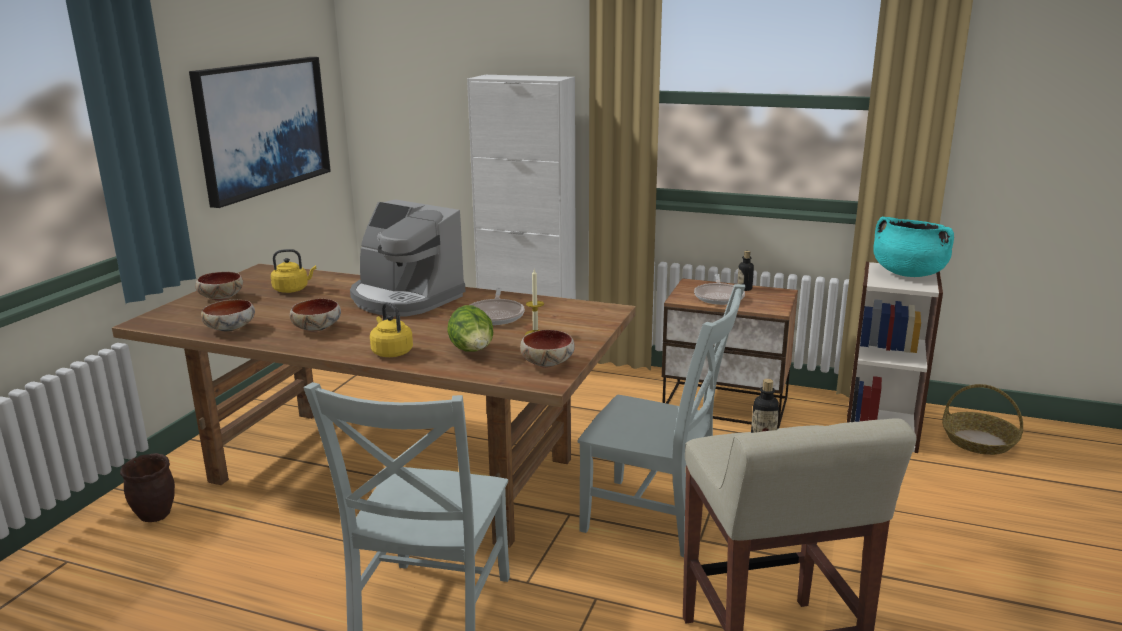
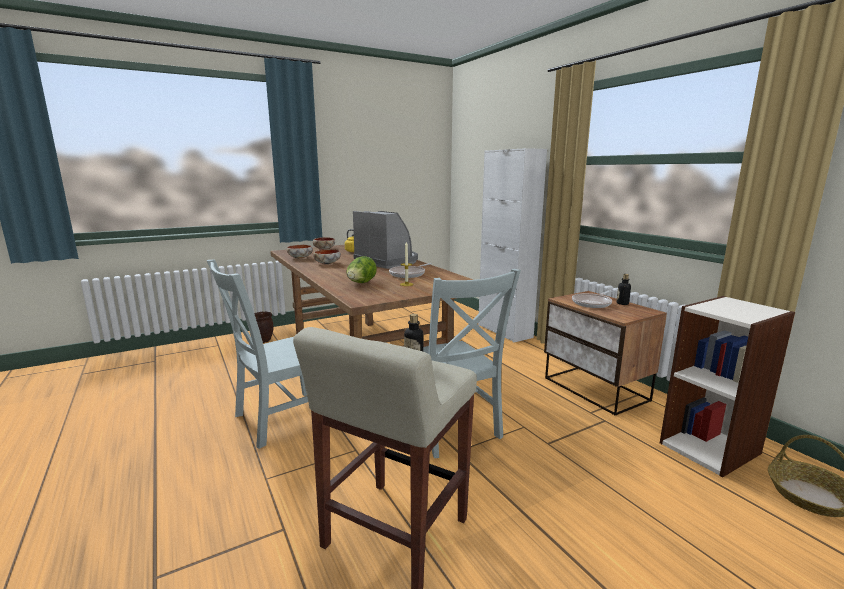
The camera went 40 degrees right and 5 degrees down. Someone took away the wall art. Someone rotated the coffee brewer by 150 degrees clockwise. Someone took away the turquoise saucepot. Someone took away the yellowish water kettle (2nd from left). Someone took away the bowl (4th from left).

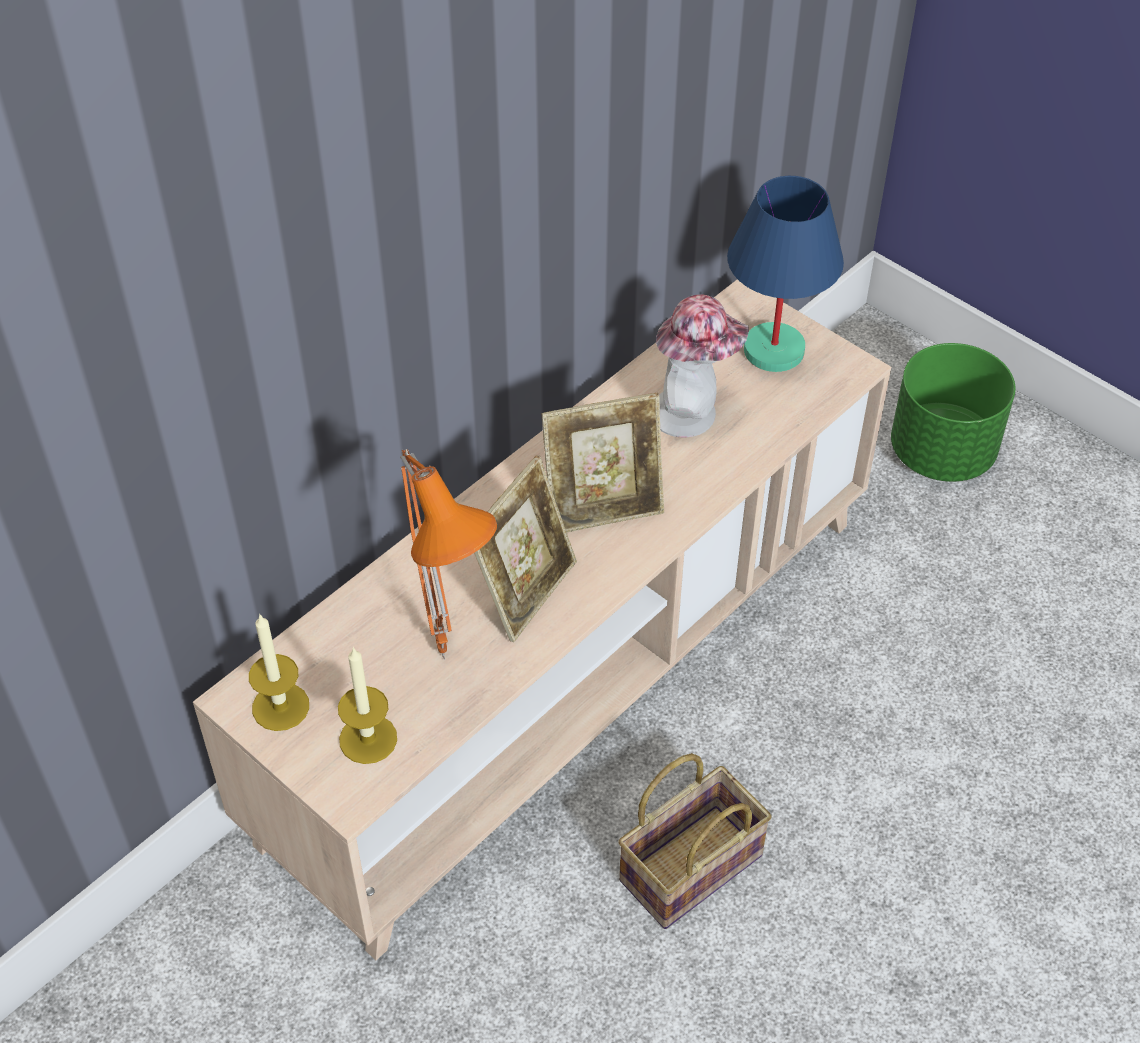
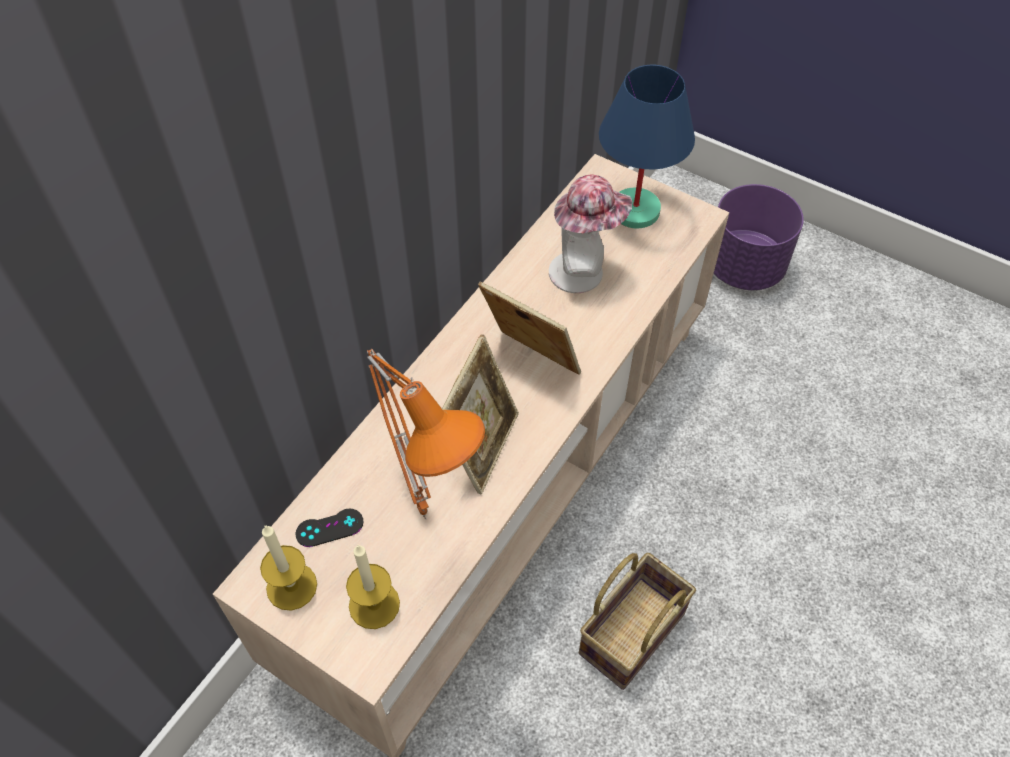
The camera went 10 degrees left and 5 degrees up. Someone repainted the greenish flower pot, which became the purple flower pot. Someone rotated the standing frame (2nd from left) by 120 degrees counterclockwise. Someone put down the black-coloured game controller.

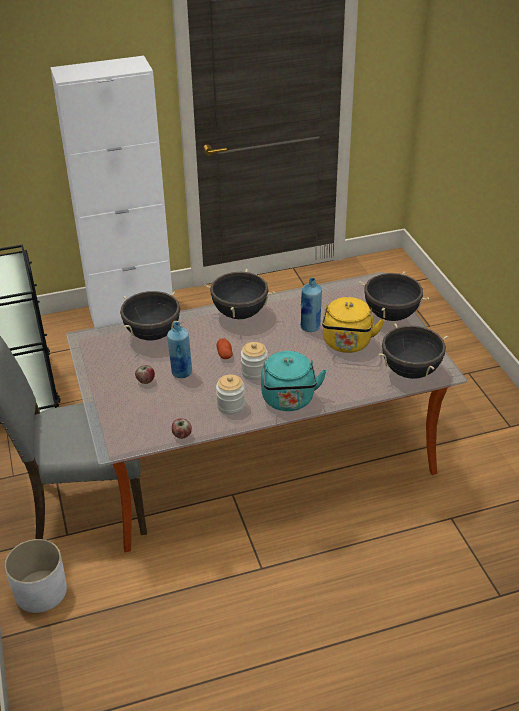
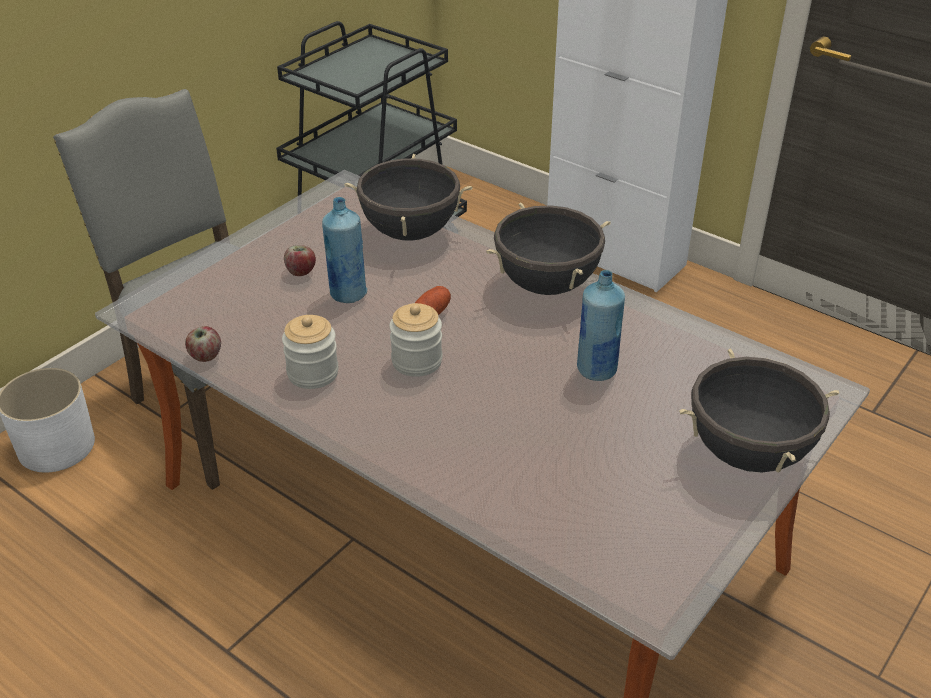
The camera went 55 degrees right and 0 degrees up. Someone took away the yellowish water kettle. Someone took away the black-coloured saucepot (4th from left). Someone took away the turquoise water kettle.

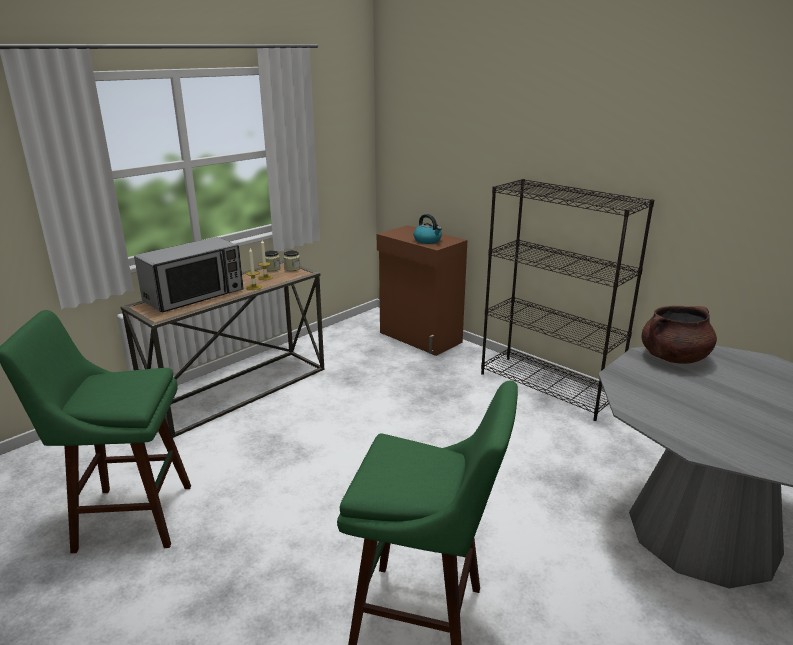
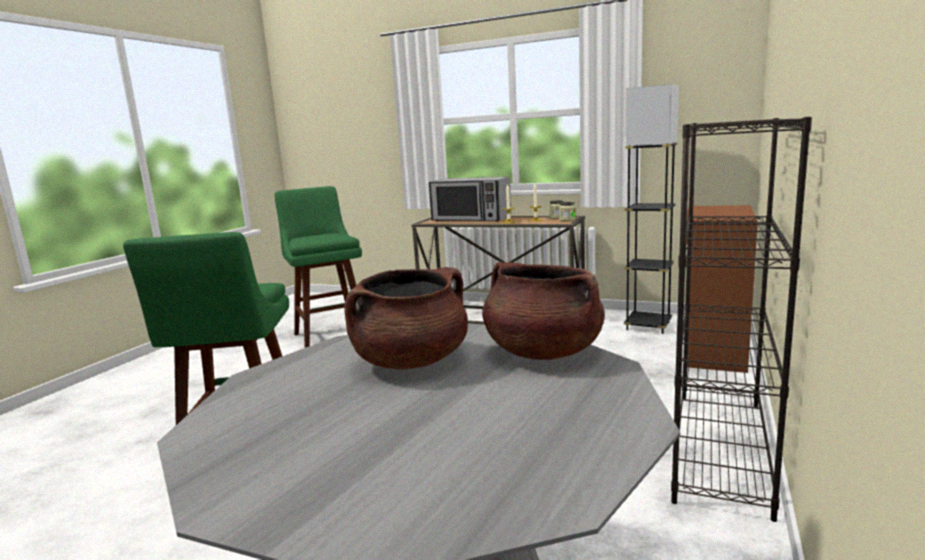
The camera went 70 degrees right and 10 degrees down. Someone took away the water kettle. Someone put down the gray standard lamp. Someone put down the brown-coloured saucepot (1st from left).

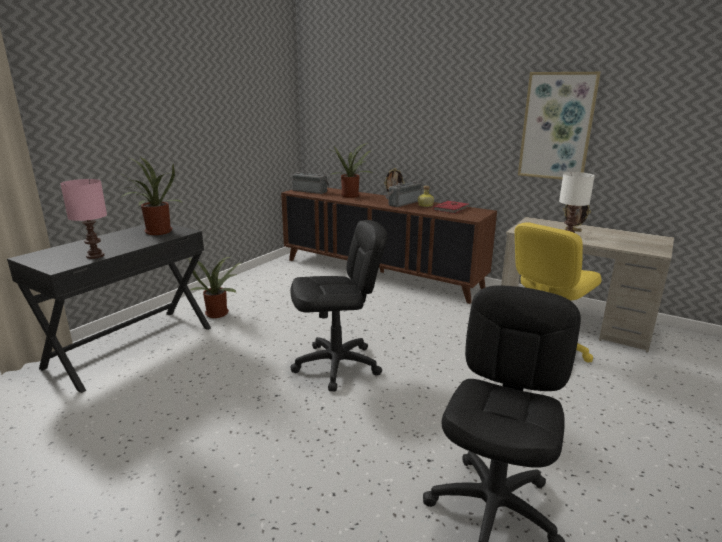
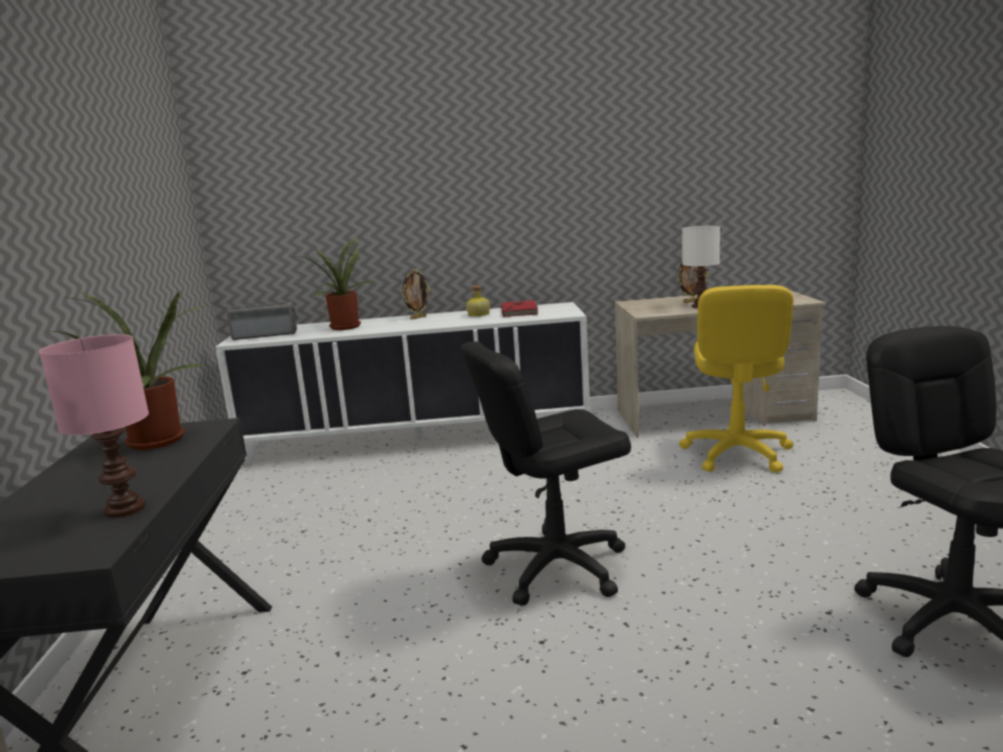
The camera went 35 degrees left and 5 degrees down. Someone took away the wall art. Someone took away the radio (2nd from left). Someone repainted the brown-coloured storage cabinet, which became the white-coloured storage cabinet. Someone rotated the black-coloured desk chair (1st from left) by 150 degrees counterclockwise. Someone took away the houseplant (2nd from left).

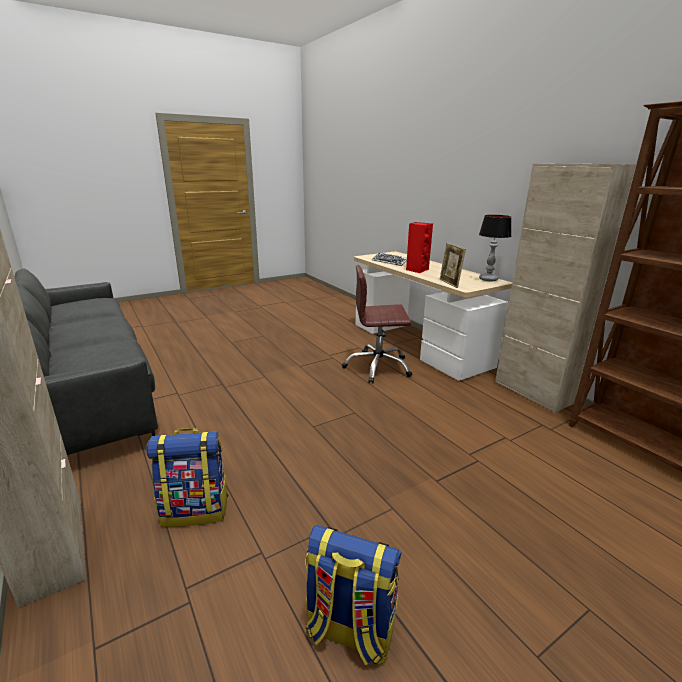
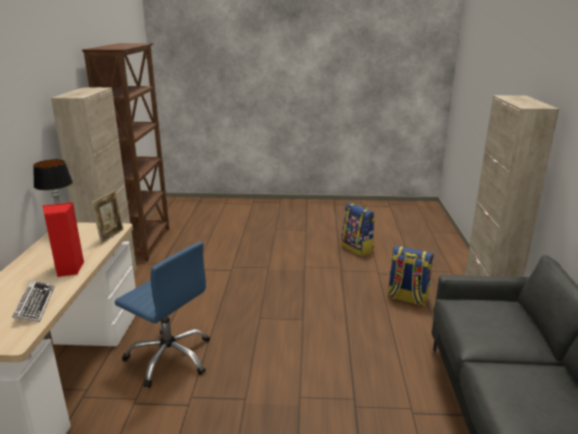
The camera went 145 degrees left and 0 degrees up. Someone repainted the brown-coloured desk chair, which became the blue desk chair.

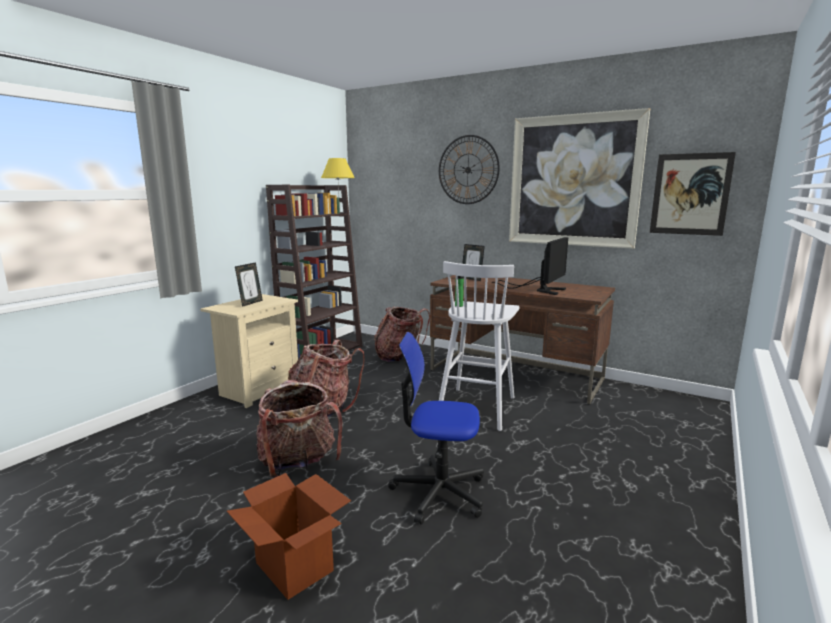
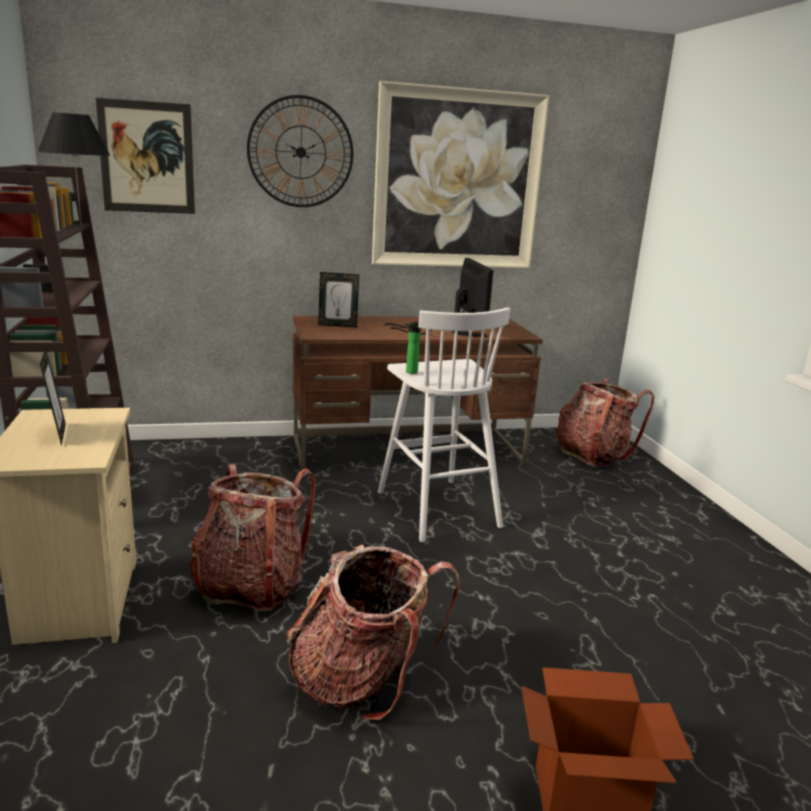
The camera went 45 degrees left and 5 degrees up. Someone carried the wall art (2nd from left in the first image). Someone repainted the yellowish lamp for a table, which became the black-coloured lamp for a table. Someone carried the backpack (3rd from left). Someone took away the desk chair.

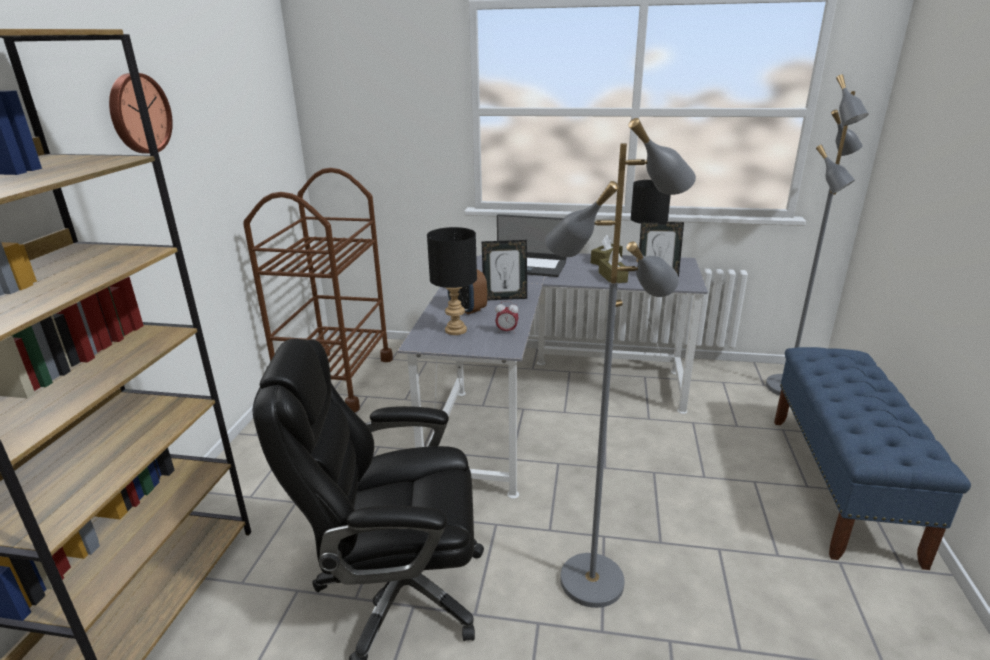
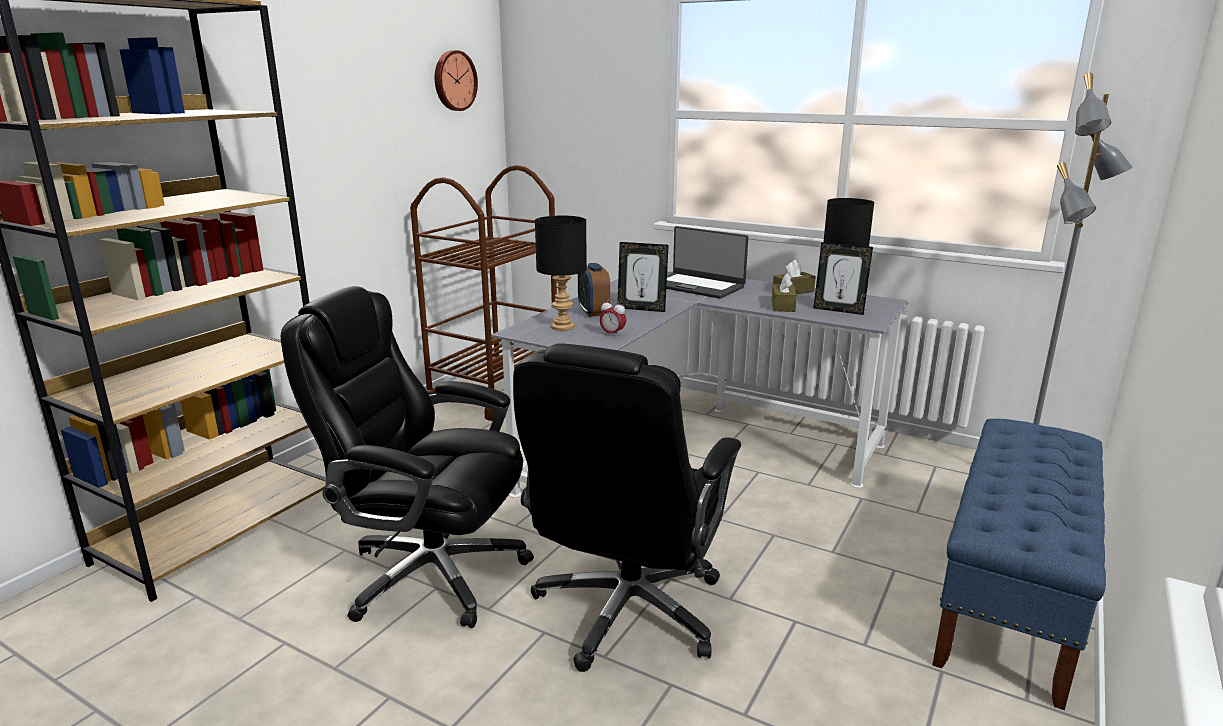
The camera went 20 degrees right and 5 degrees down. Someone carried the wall clock. Someone swapped the gray standard lamp (1st from left) for the black-coloured desk chair (2nd from left).

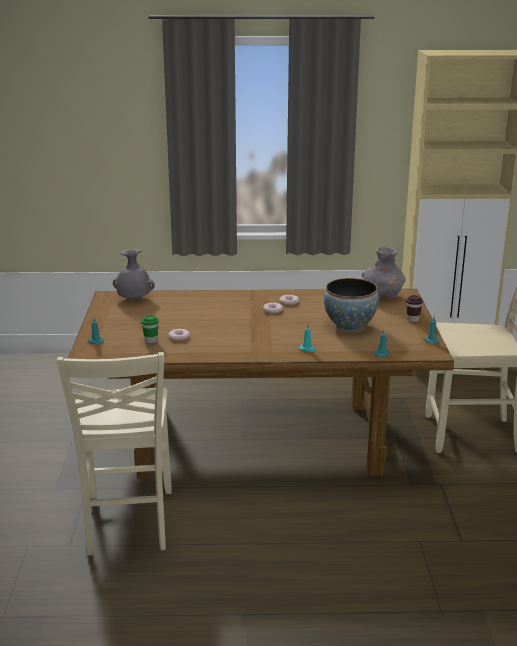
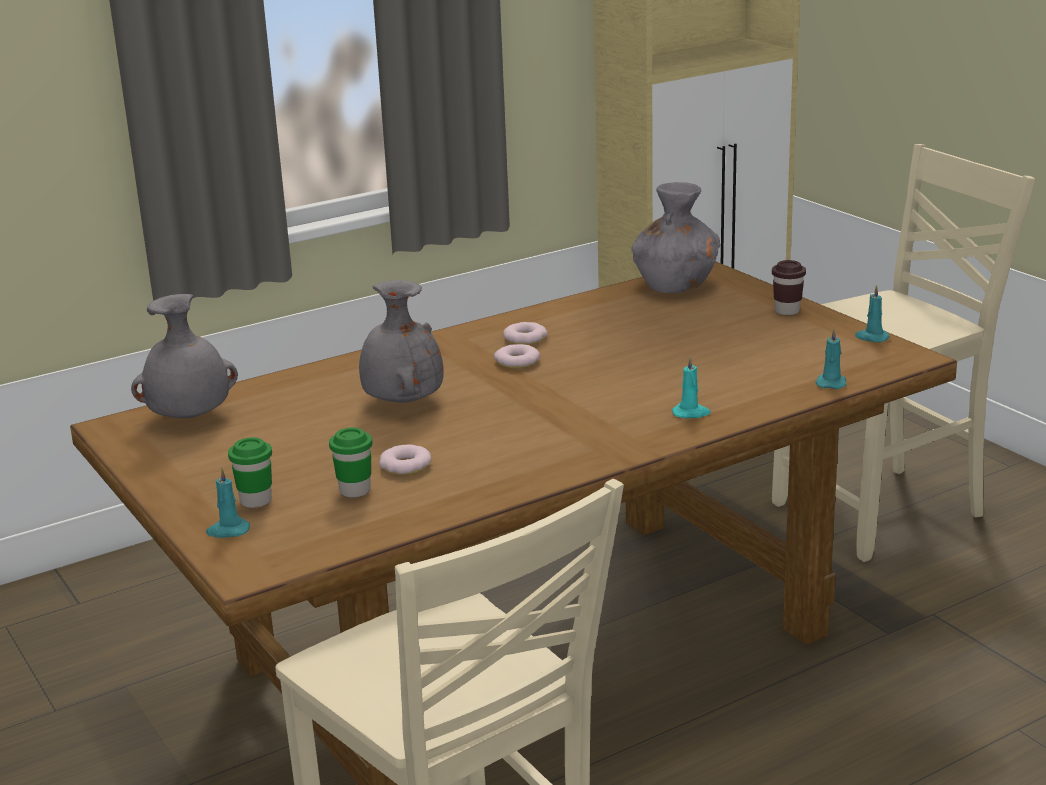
The camera went 30 degrees left and 0 degrees up. Someone took away the bowl. Someone put down the gray vase (2nd from left). Someone put down the greenish drinking cup (1st from left).

